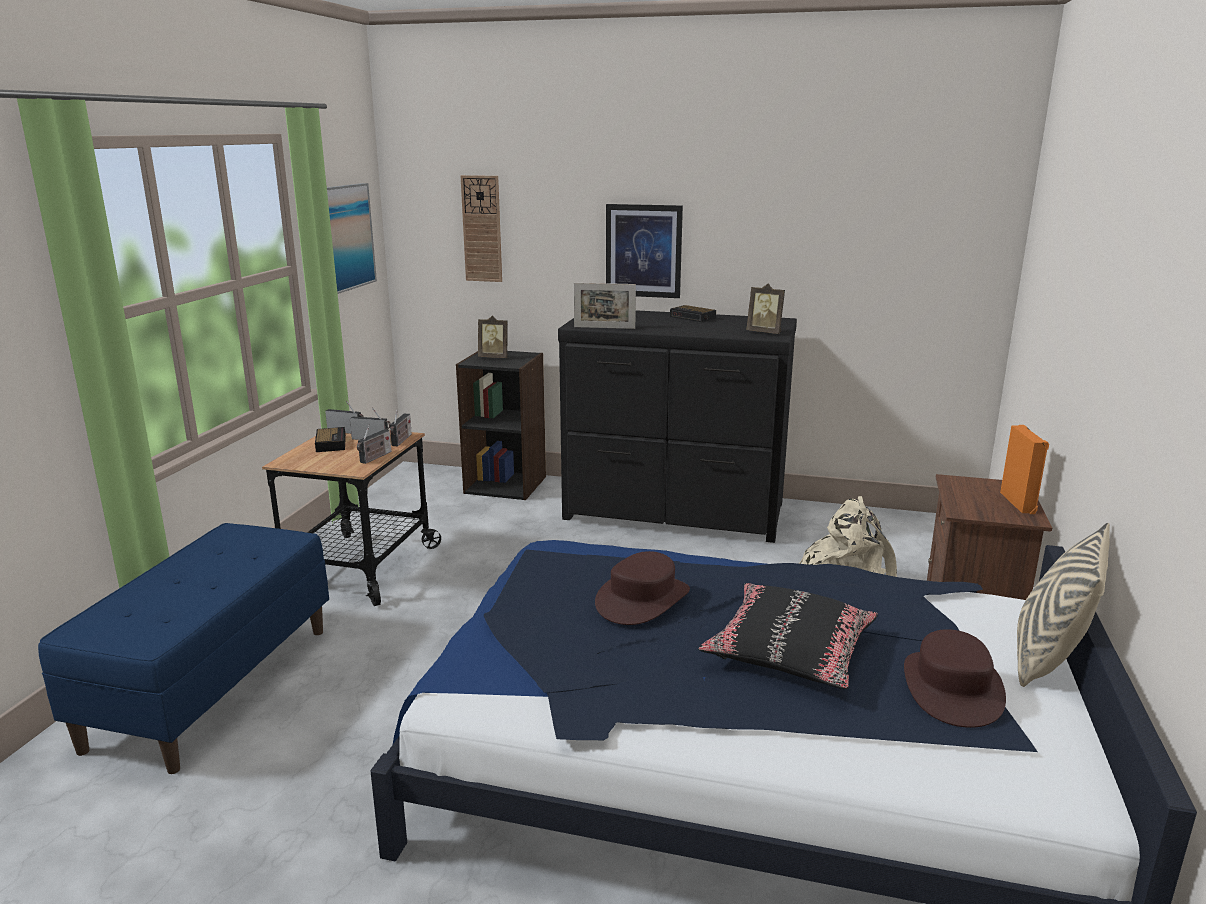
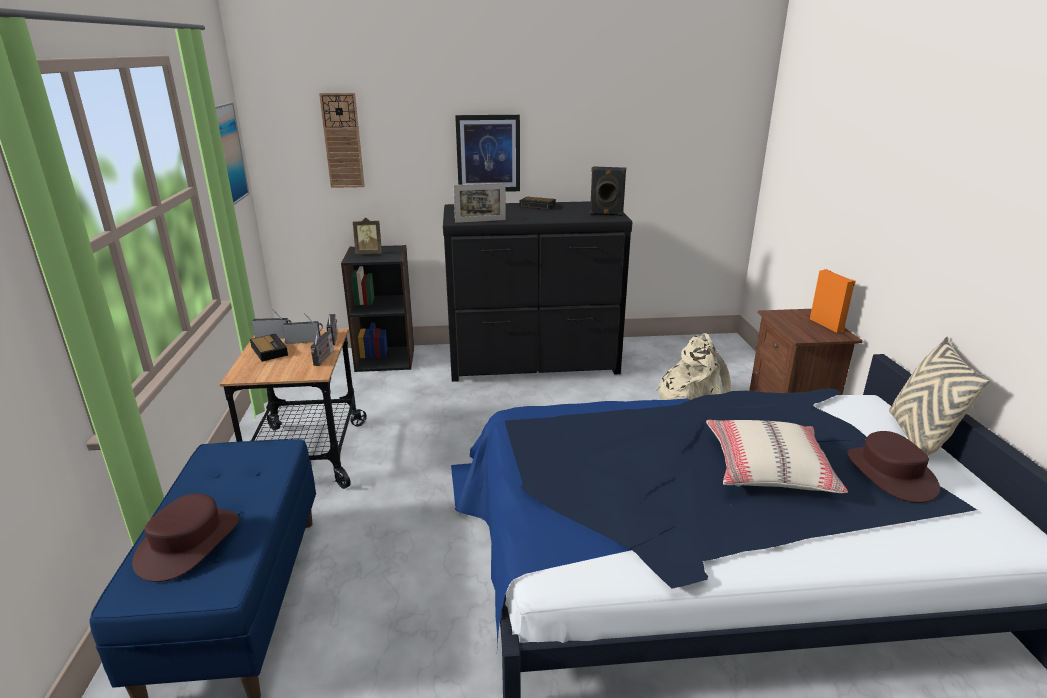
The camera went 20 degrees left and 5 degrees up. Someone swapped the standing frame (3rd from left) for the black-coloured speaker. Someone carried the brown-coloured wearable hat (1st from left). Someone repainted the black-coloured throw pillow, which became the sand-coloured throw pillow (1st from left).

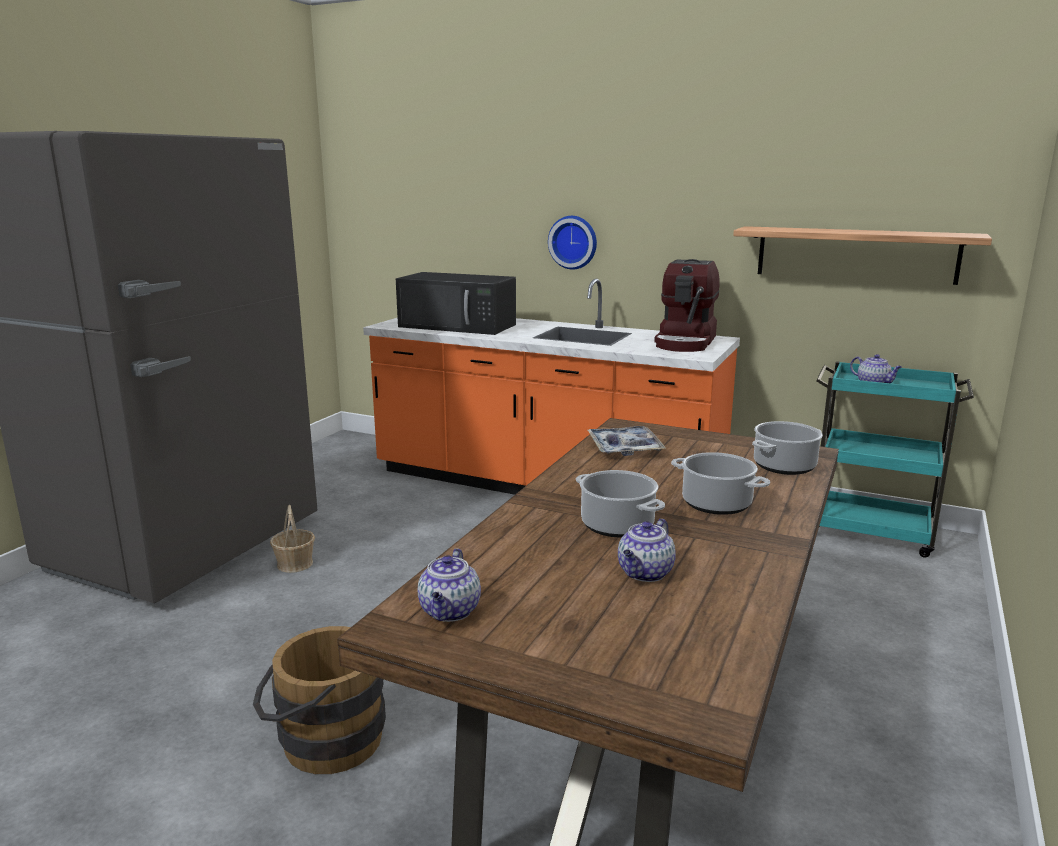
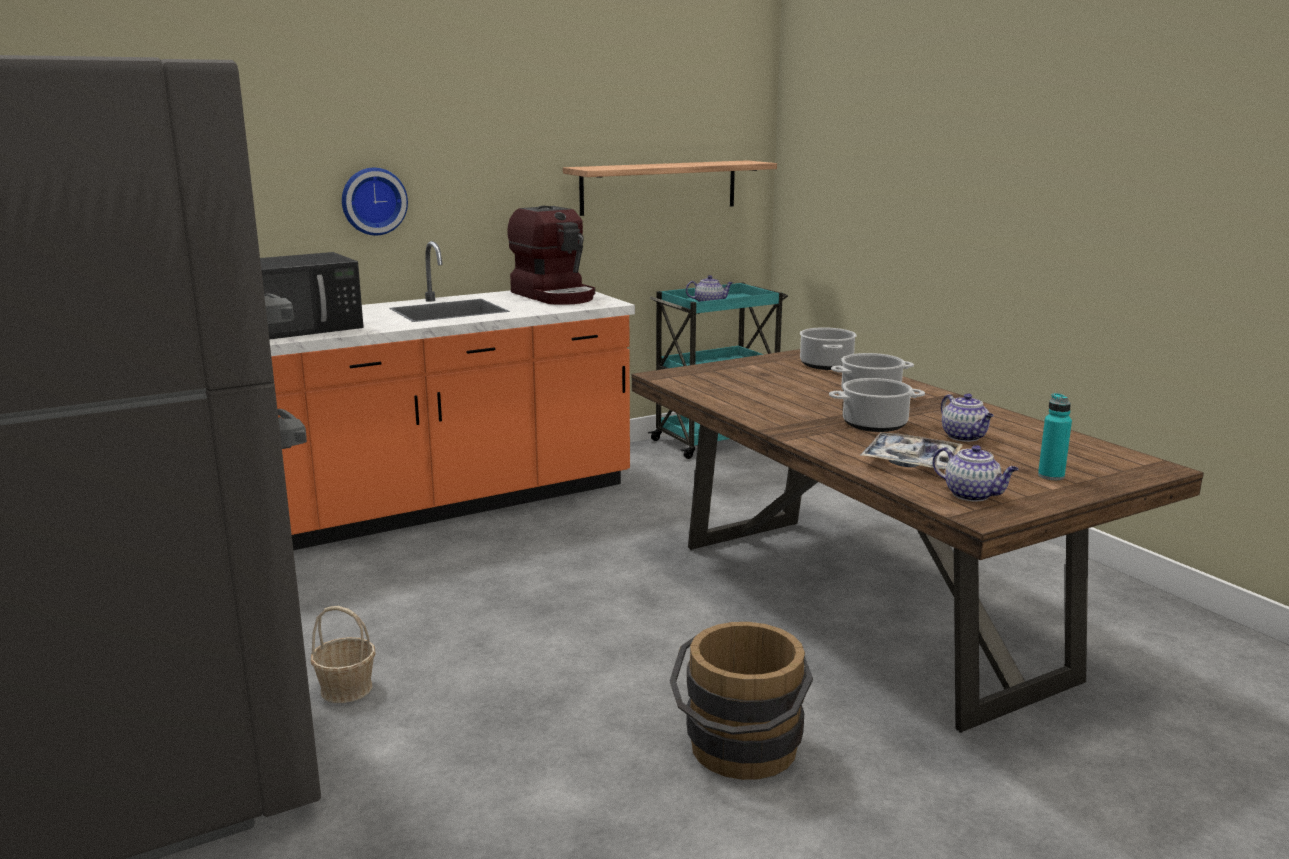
The camera went 55 degrees left and 0 degrees up. Someone carried the carrying tray. Someone put down the turquoise beverage bottle.

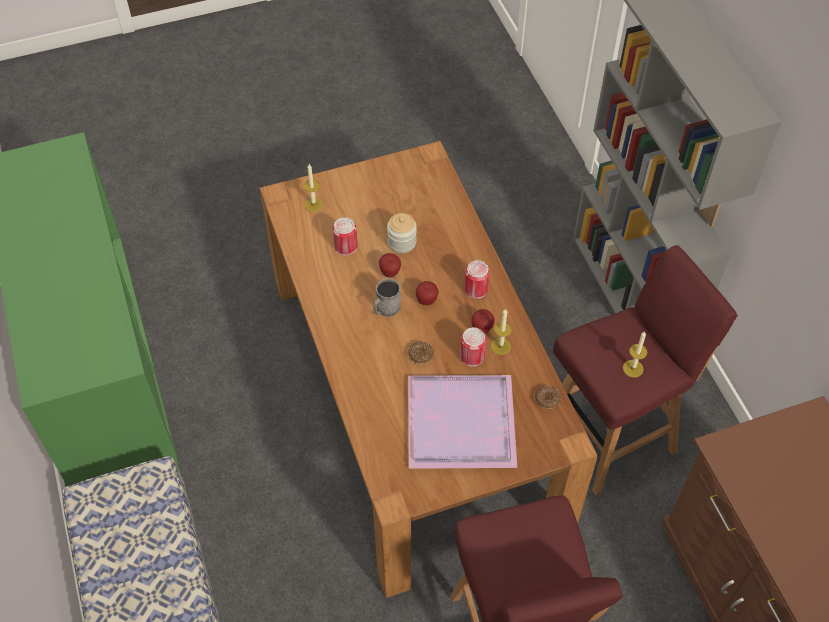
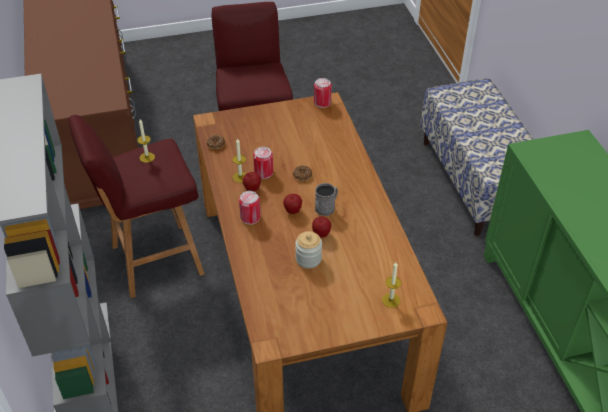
The camera went 175 degrees left and 10 degrees down. Someone carried the metal can (1st from left in the first image). Someone took away the purple carrying tray.

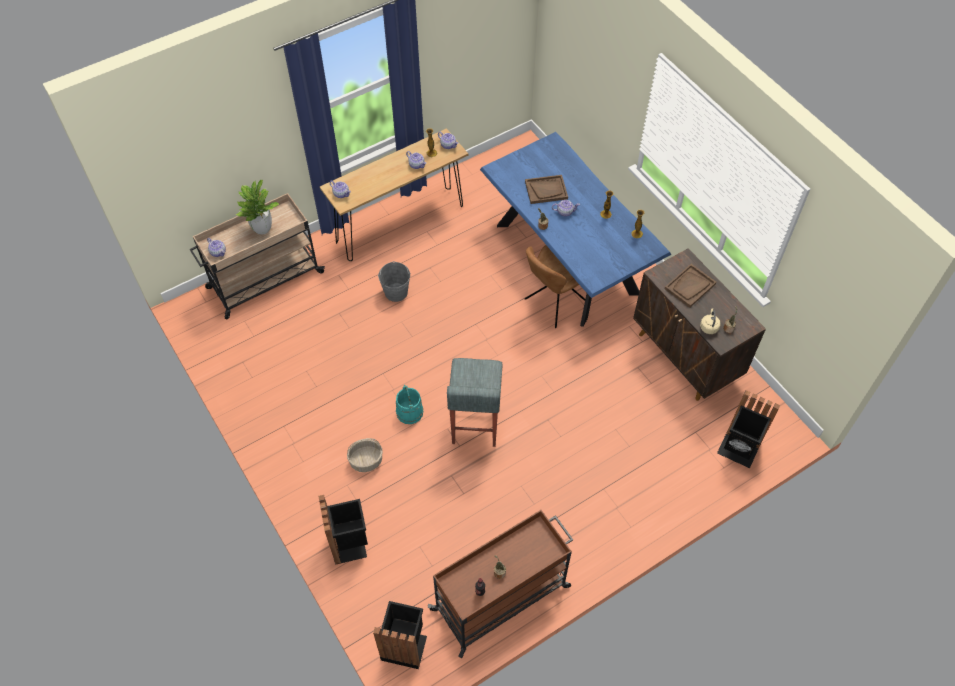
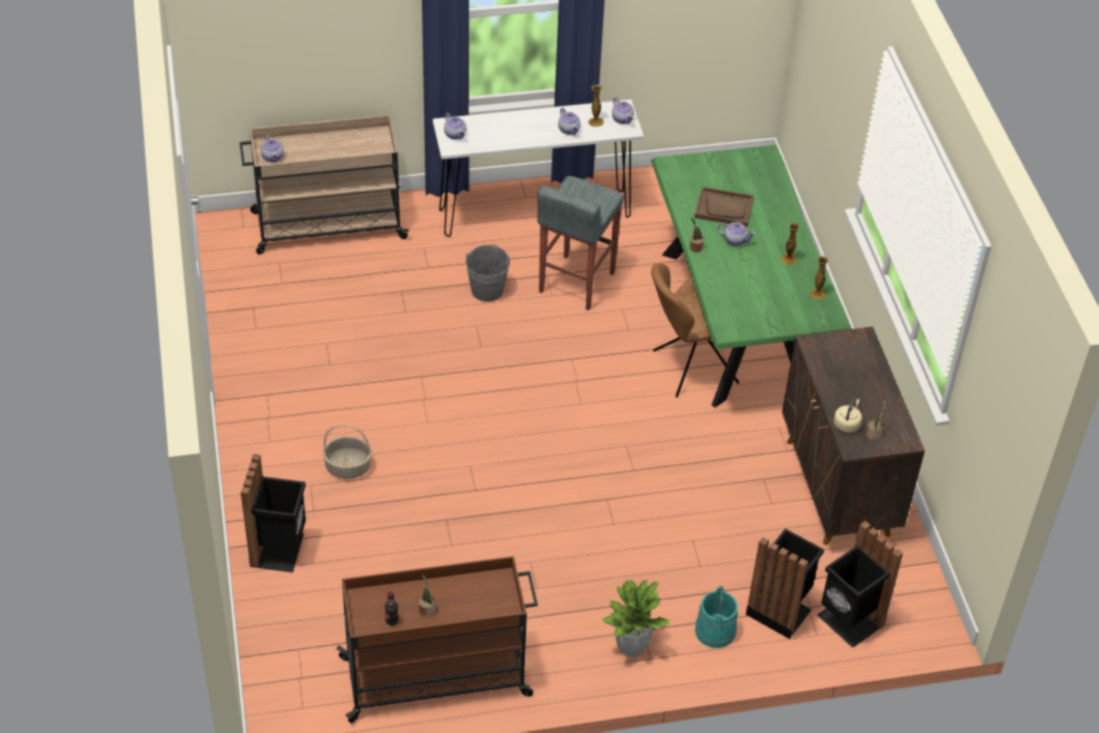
The camera went 20 degrees right and 10 degrees down. Someone repainted the brown-coloured console table, which became the white-coloured console table. Someone repainted the blue kitchen table, which became the greenish kitchen table. Someone carried the houseplant (1st from left in the first image). Someone took away the brown-coloured carrying tray (2nd from left). Someone carried the gray stool. Someone carried the turquoise pail. Someone carried the black-coloured rubbish bin (2nd from left).

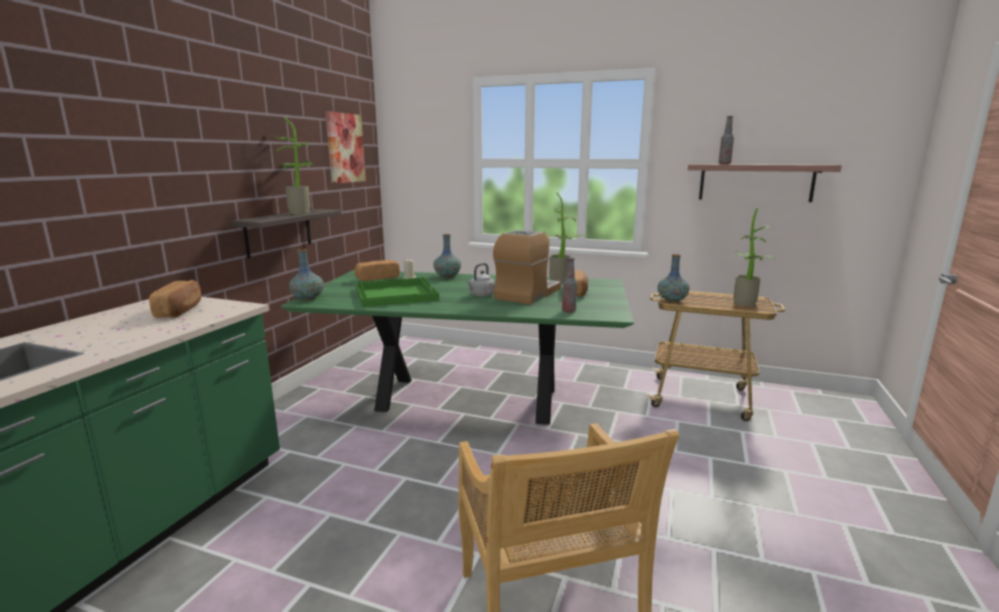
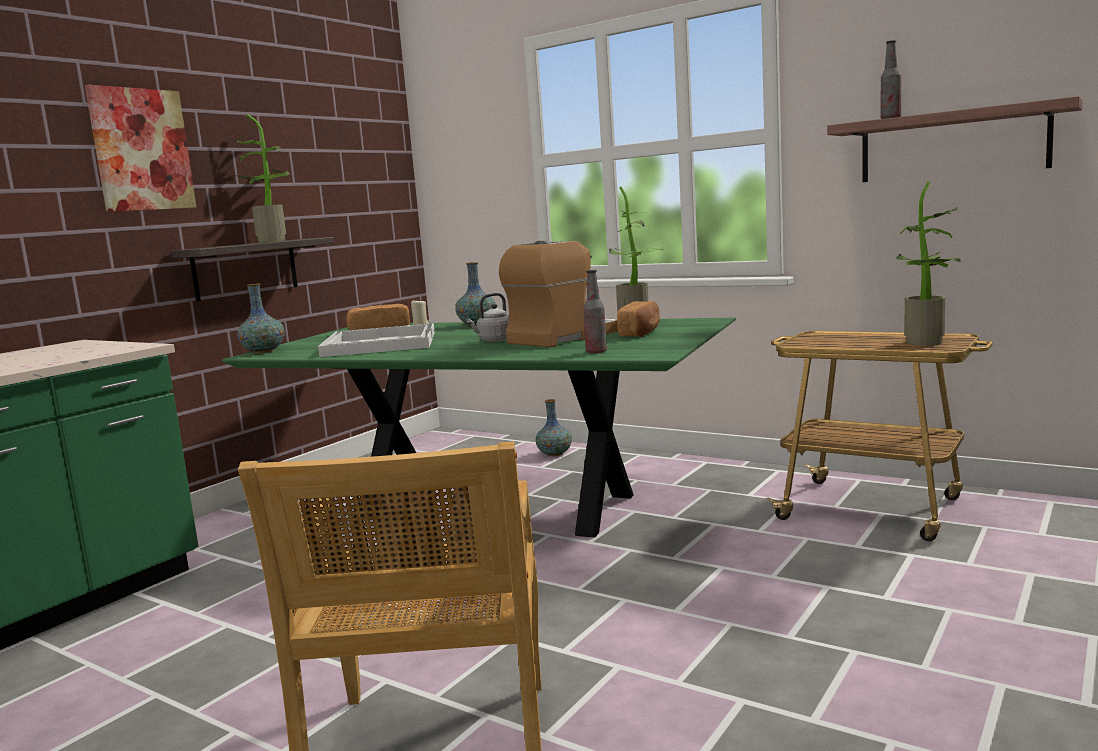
The camera went 15 degrees right and 5 degrees down. Someone carried the wall art. Someone carried the vase (3rd from left). Someone repainted the greenish carrying tray, which became the white-coloured carrying tray. Someone took away the bakery bread (1st from left).

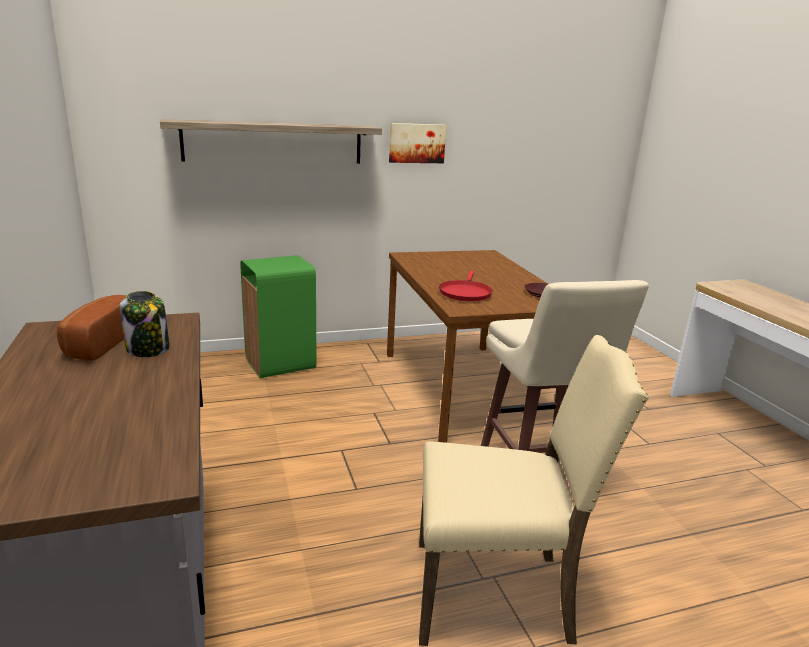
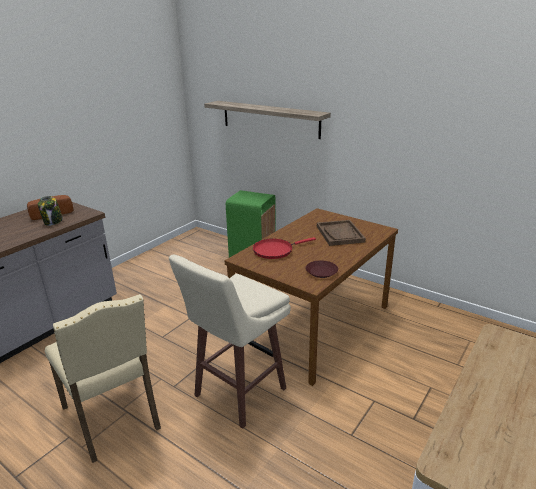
The camera went 55 degrees right and 5 degrees up. Someone took away the wall art. Someone put down the brown-coloured carrying tray.

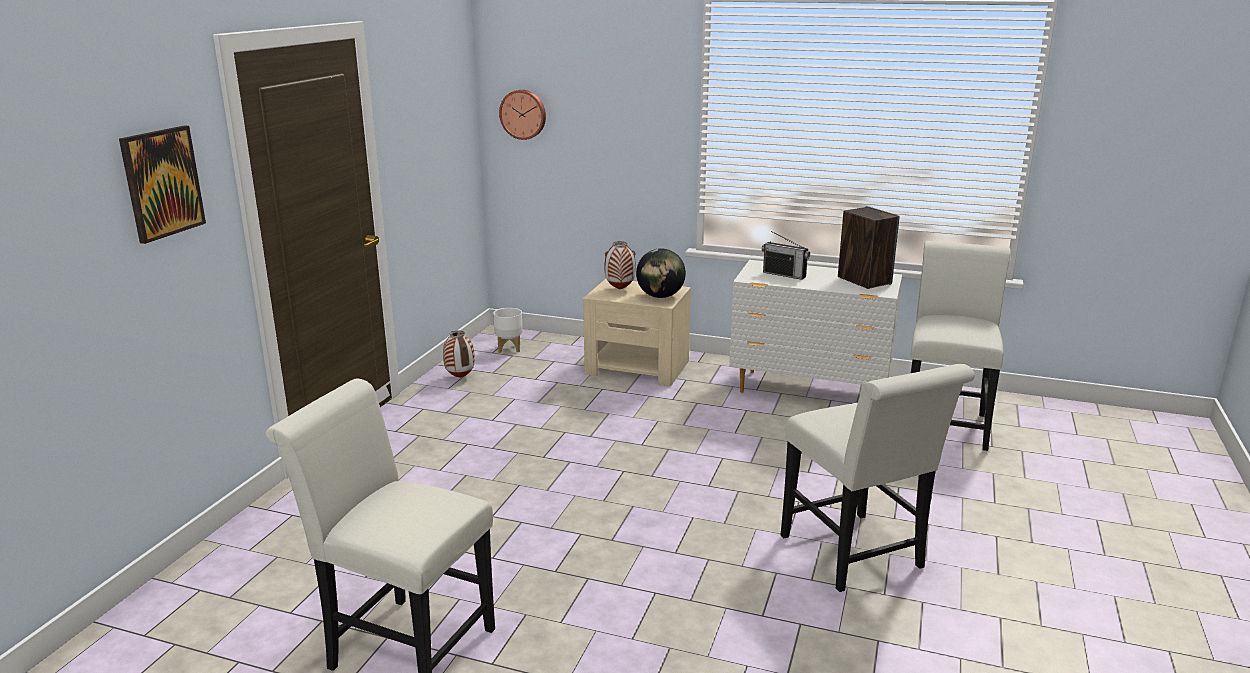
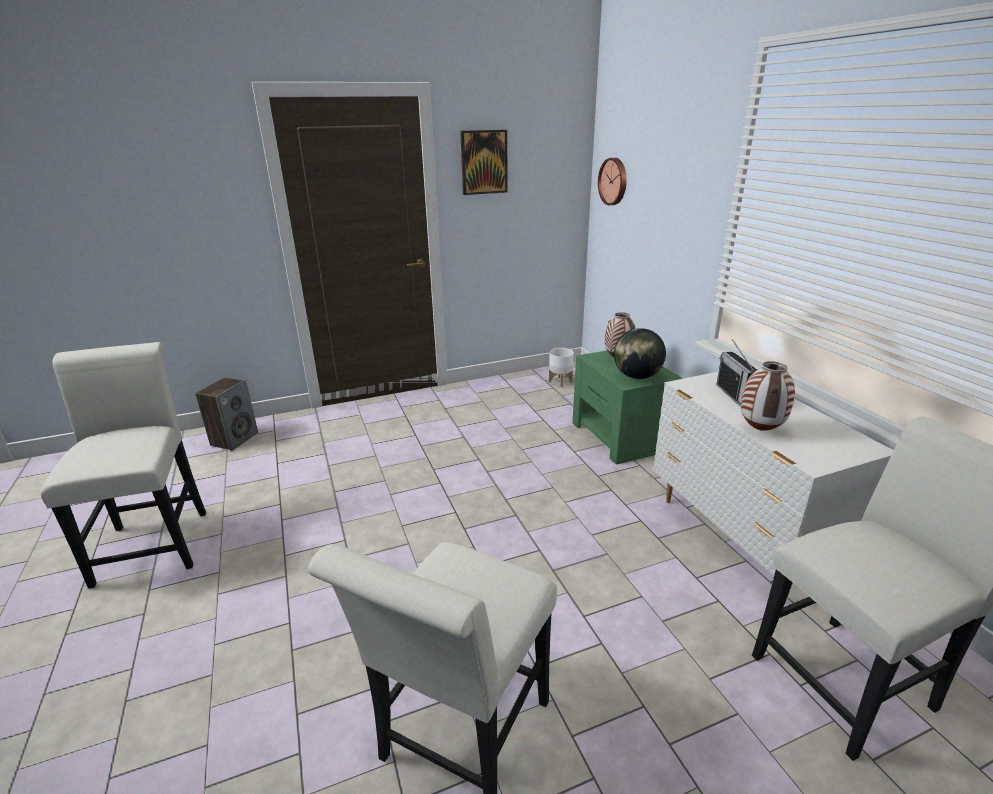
The camera went 50 degrees right and 5 degrees up. Someone carried the wall art. Someone carried the speaker. Someone repainted the sand-coloured nightstand, which became the greenish nightstand. Someone carried the vase (1st from left in the first image).

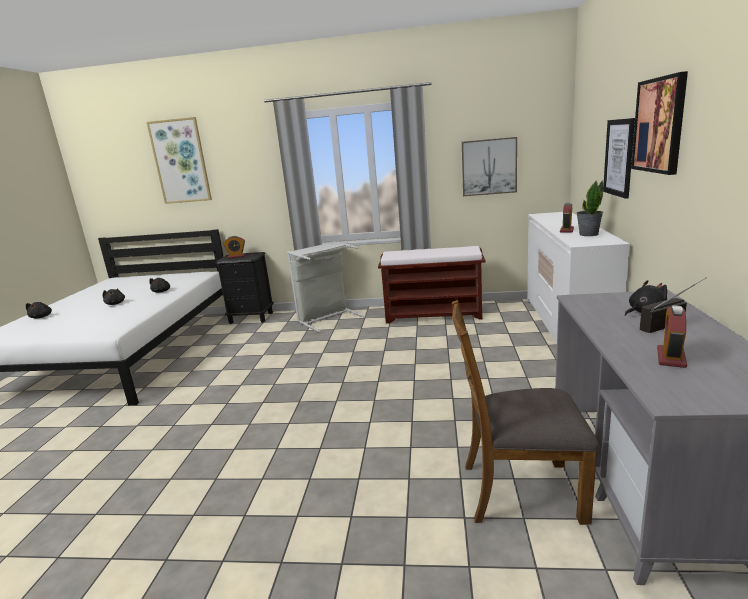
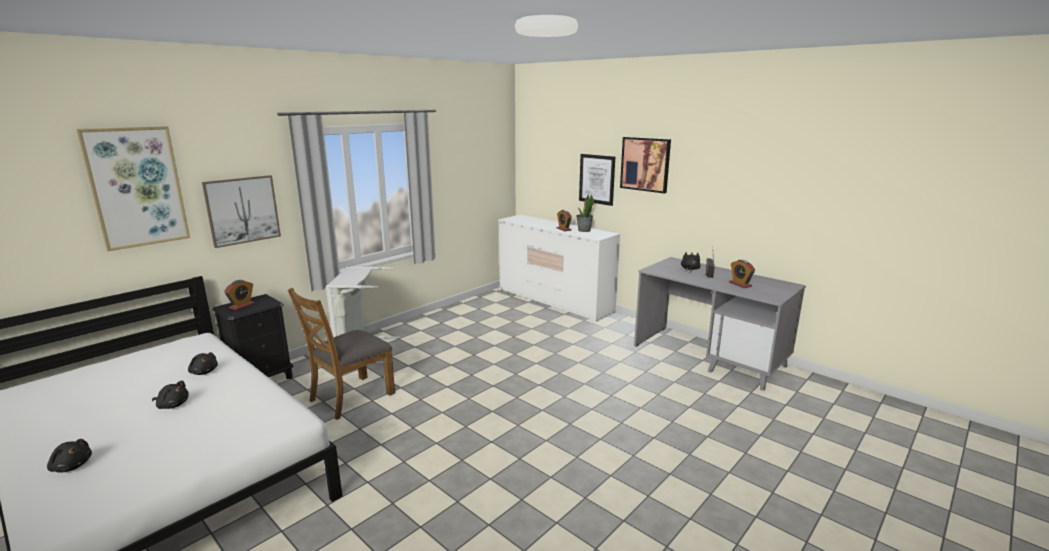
The camera went 55 degrees left and 0 degrees up. Someone carried the wall art (2nd from left). Someone took away the brown-coloured bench. Someone carried the brown-coloured chair.

